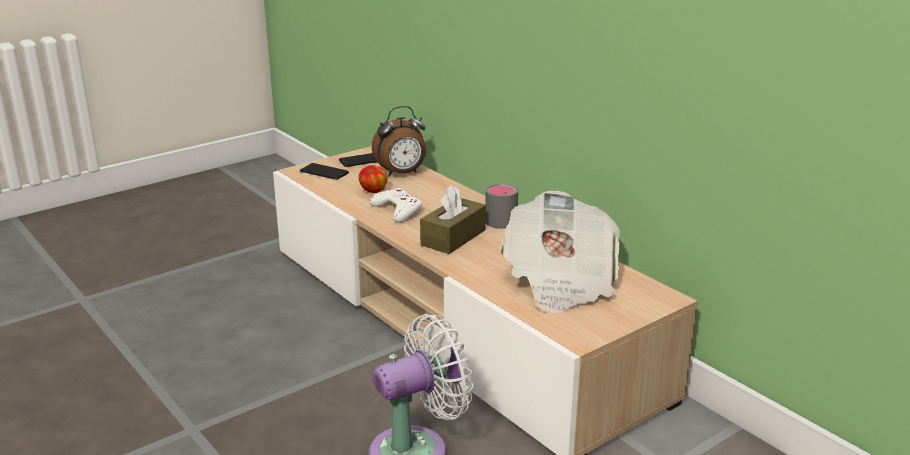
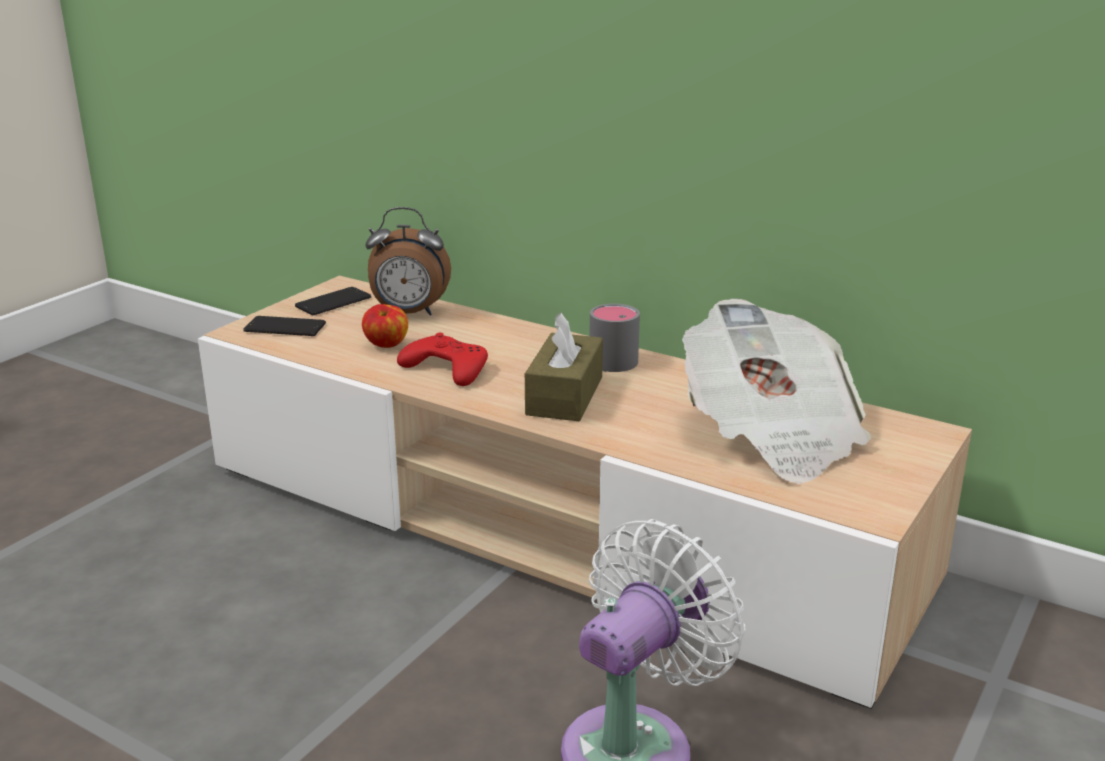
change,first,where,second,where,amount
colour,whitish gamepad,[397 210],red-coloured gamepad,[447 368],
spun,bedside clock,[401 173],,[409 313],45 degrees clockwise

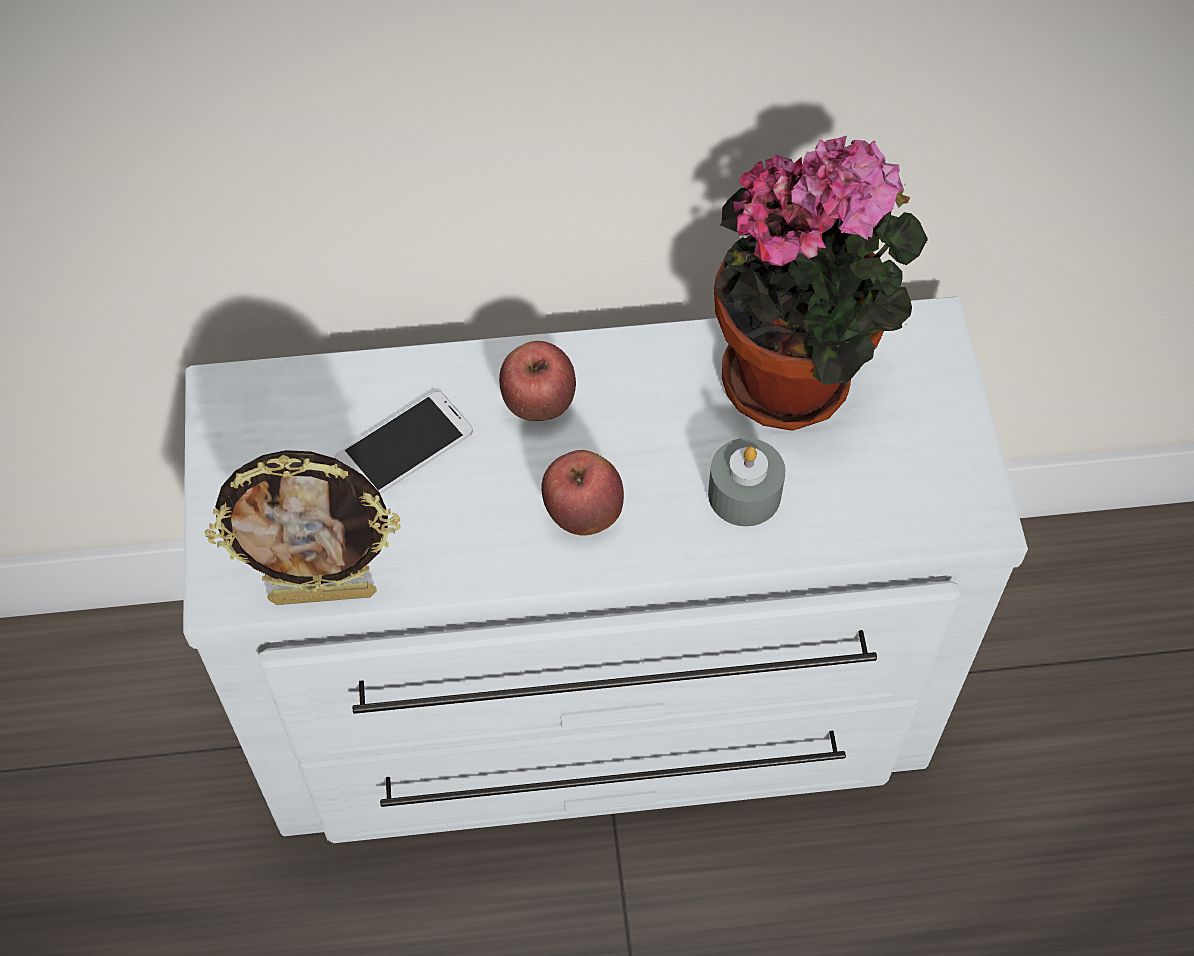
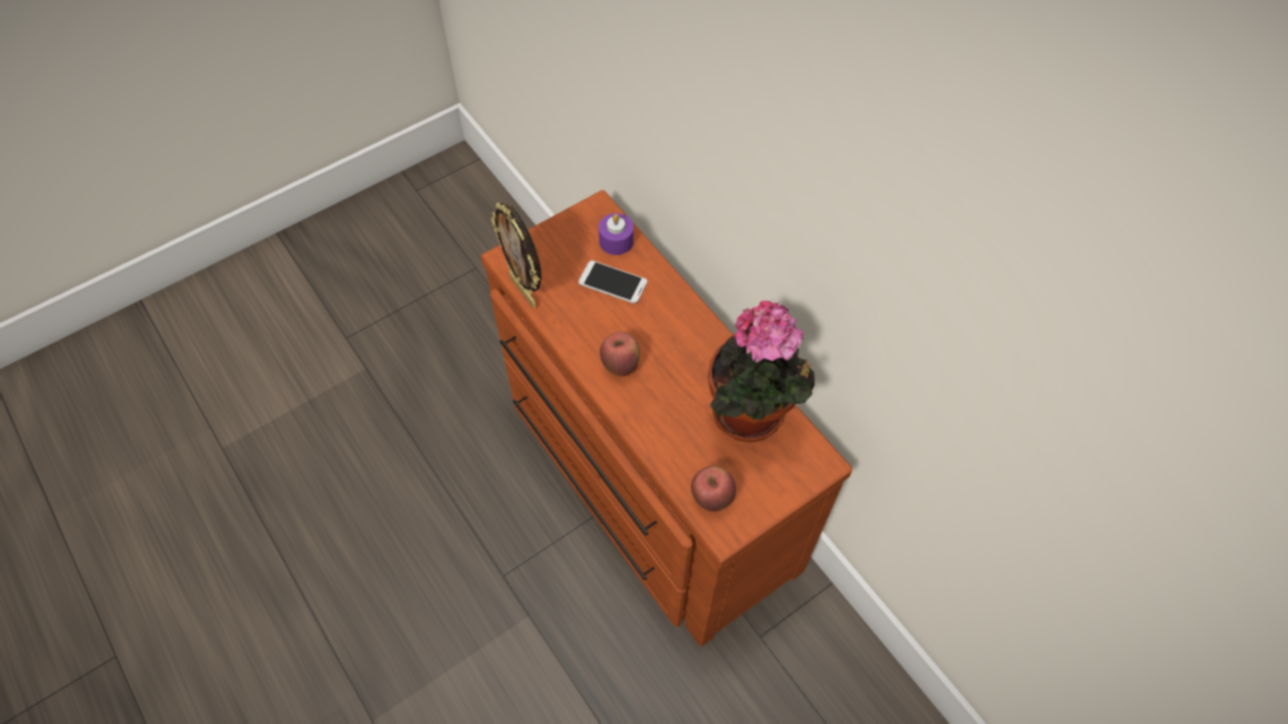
change,first,where,second,where,amount
missing,grey wax light,[744 494],,,
appeared,,,purple-coloured wax light,[616 241],
relocated,apple fruit,[539 405],,[711 498],
colour,whitish chest of drawers,[597 705],brown chest of drawers,[643 481],

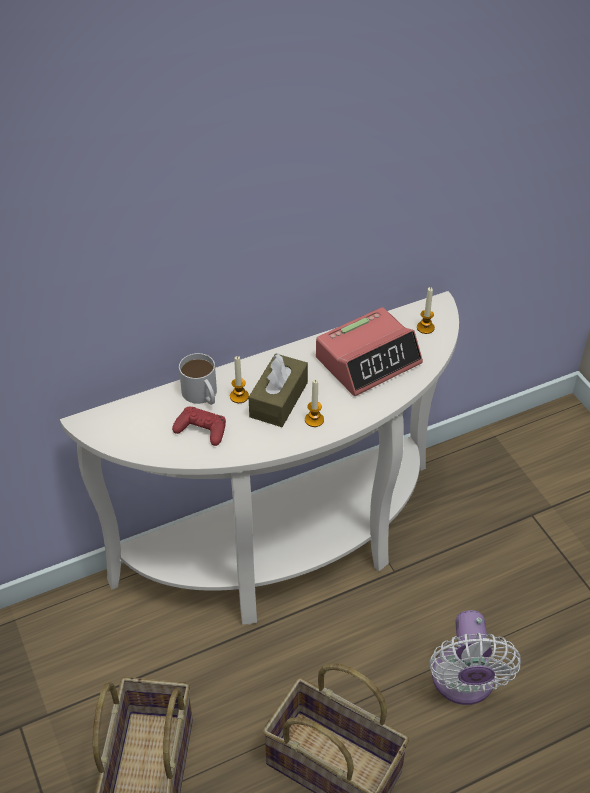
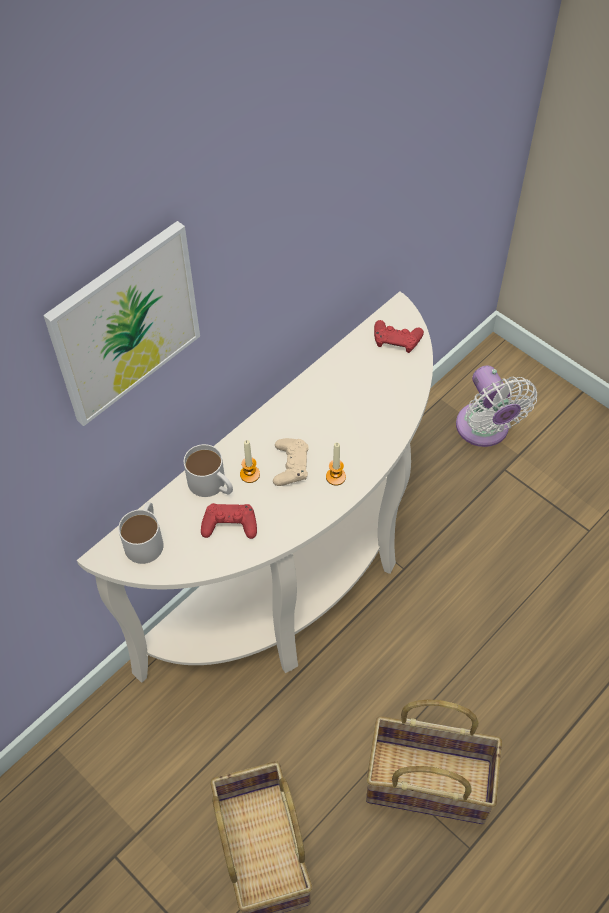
change,first,where,second,where,amount
missing,bedside clock,[368 360],,,
appeared,,,wall picture,[125 324],
appeared,,,whitish mug,[146 538],
relocated,whitish electric fan,[463 683],,[485 430],
exchanged,brown box of tissues,[278 400],sand-coloured gamepad,[291 465],
exchanged,wax light,[425 328],red-coloured gamepad,[396 340],

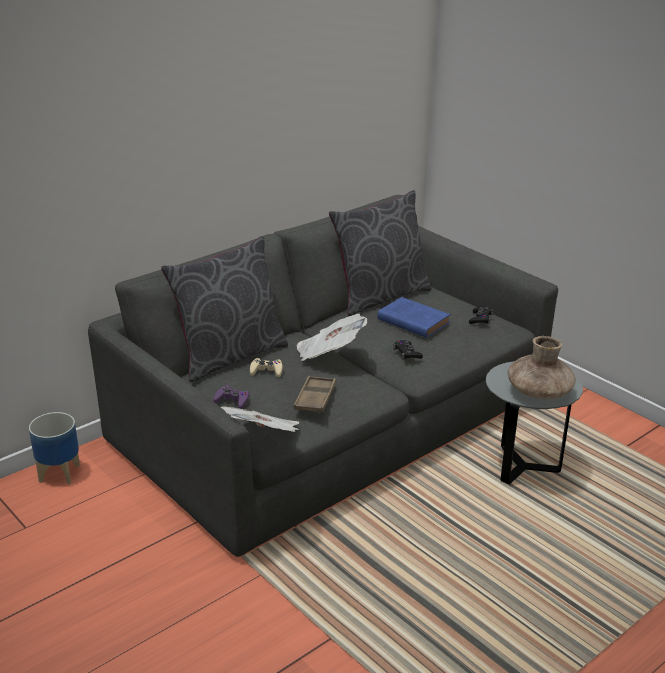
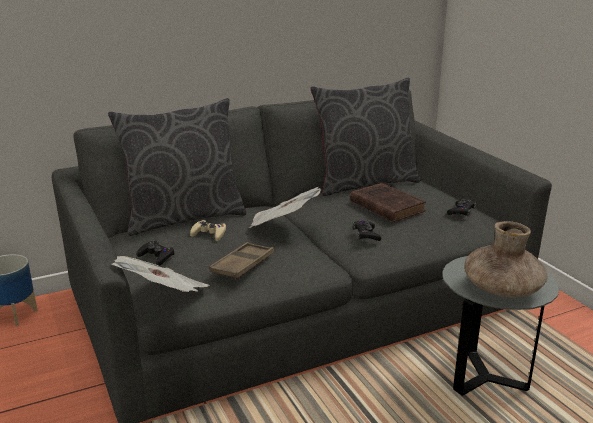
change,first,where,second,where,amount
colour,purple-coloured gamepad,[232 400],black gamepad,[156 256],
colour,bluish bound book,[411 321],brown bound book,[385 206],

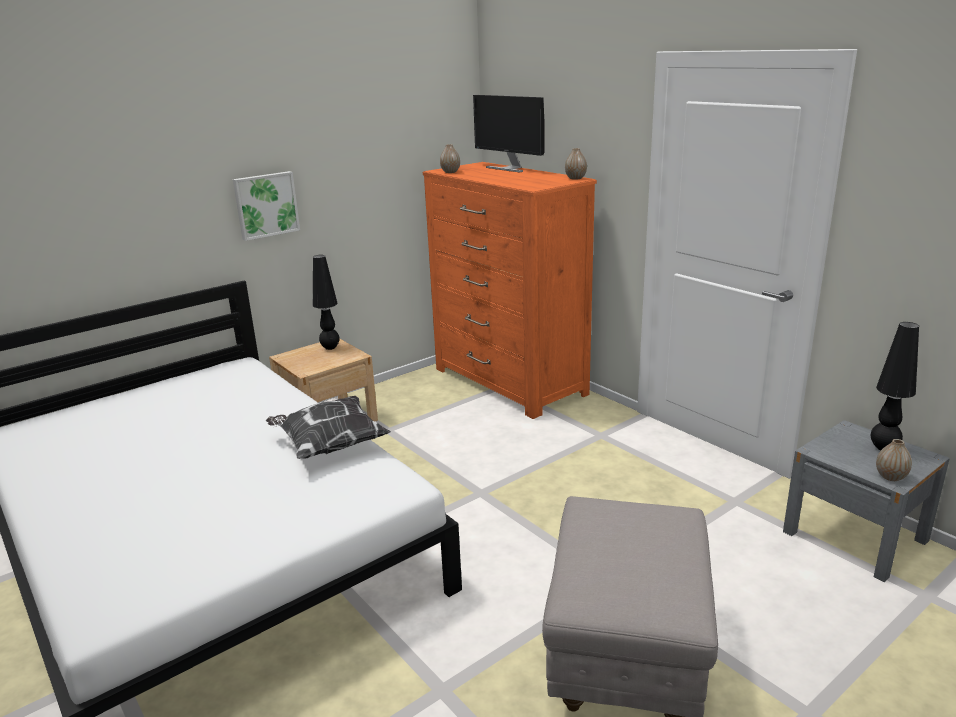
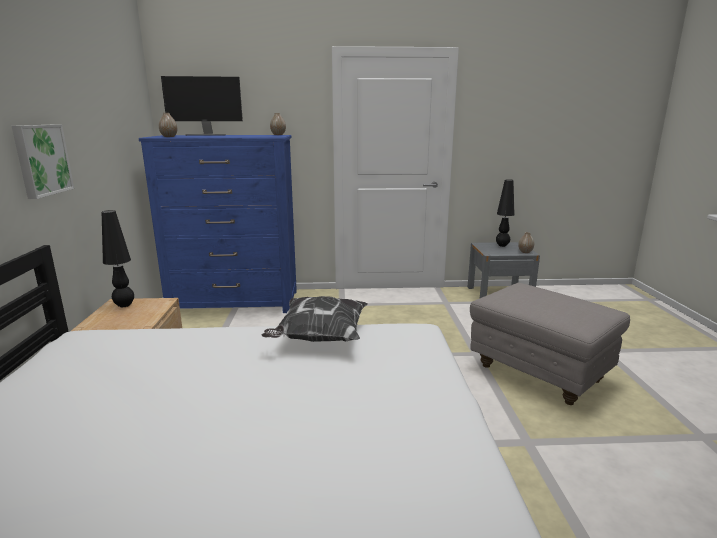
change,first,where,second,where,amount
colour,orange-coloured chest of drawers,[509 382],bluish chest of drawers,[235 302],

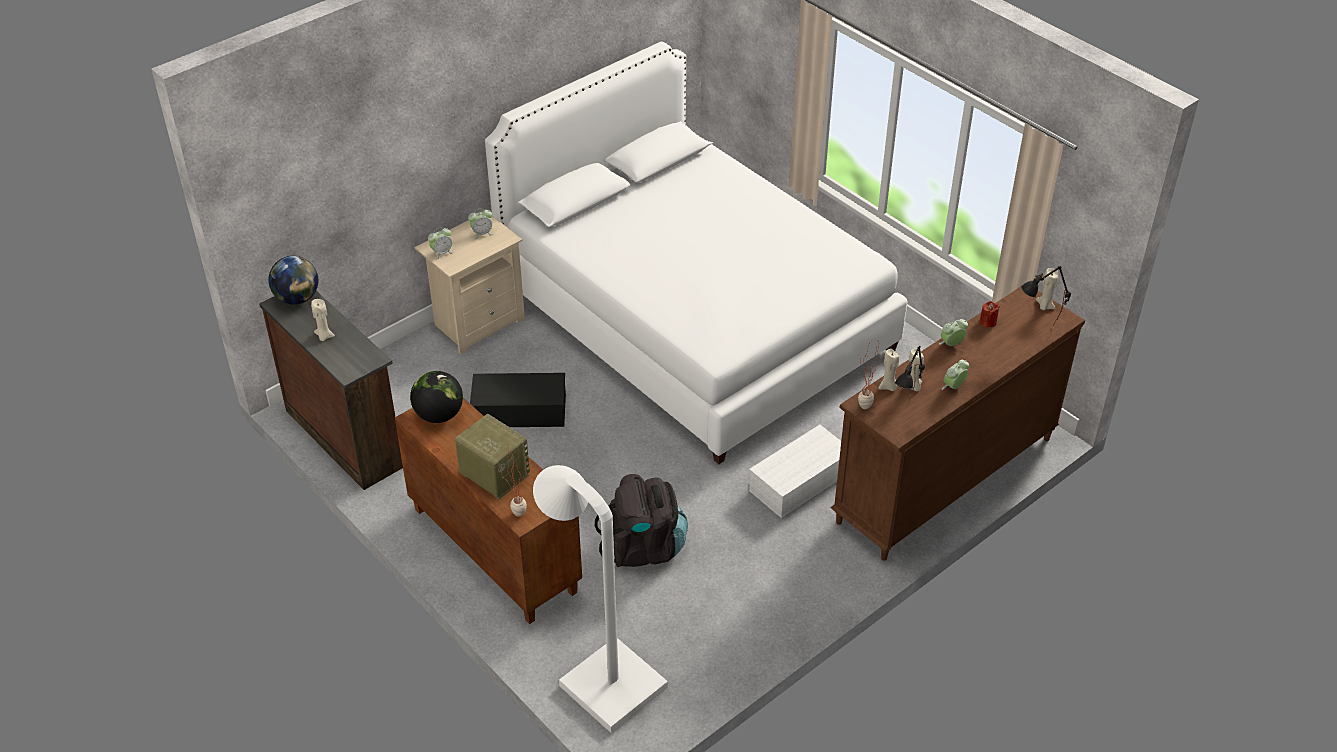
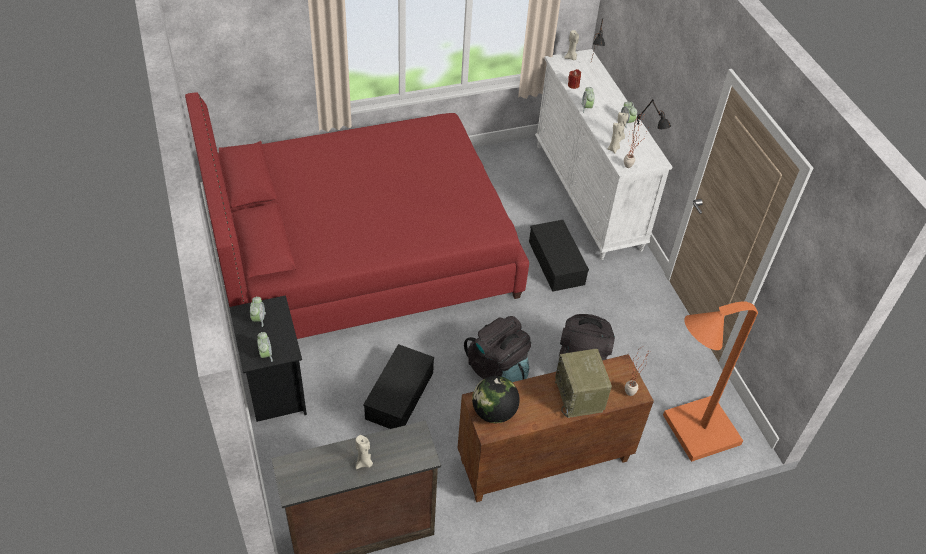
change,first,where,second,where,amount
missing,desk globe,[297 298],,,
appeared,,,black rucksack,[497 370],
colour,sand-coloured bedside table,[477 322],black bedside table,[274 390],
colour,whitish sleeping bed,[695 319],red-coloured sleeping bed,[362 255],
colour,whitish standing lamp,[602 677],orange-coloured standing lamp,[691 433],
colour,whitish storage bin,[799 483],black storage bin,[557 263],
colour,brown chest of drawers,[944 480],whitish chest of drawers,[587 196],
spun,radio,[493 474],,[580 396],75 degrees counterclockwise

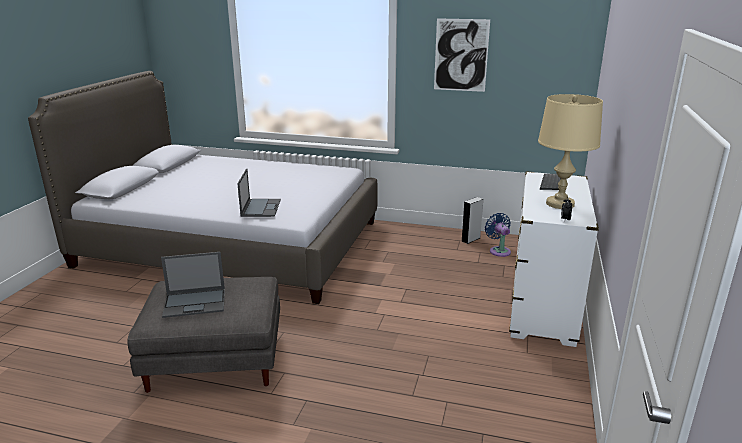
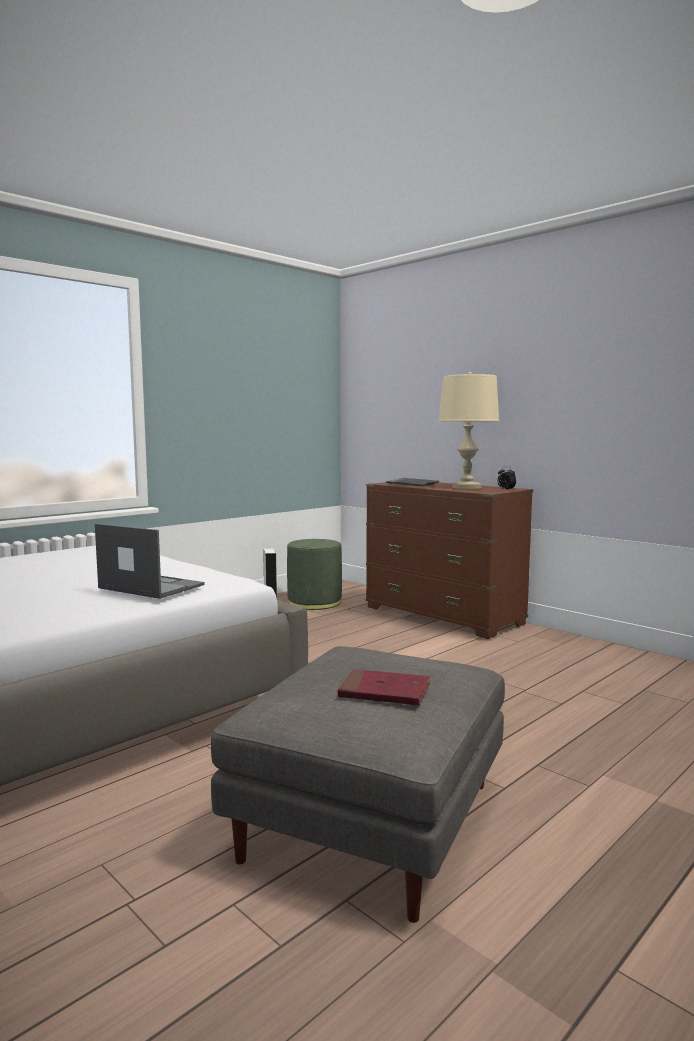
change,first,where,second,where,amount
missing,wall picture,[461 55],,,
exchanged,laptop,[195 303],red-coloured bound book,[384 692],
exchanged,bluish electric fan,[498 250],green-coloured pouffe,[314 602],
colour,whitish chest of drawers,[542 306],brown chest of drawers,[443 616],

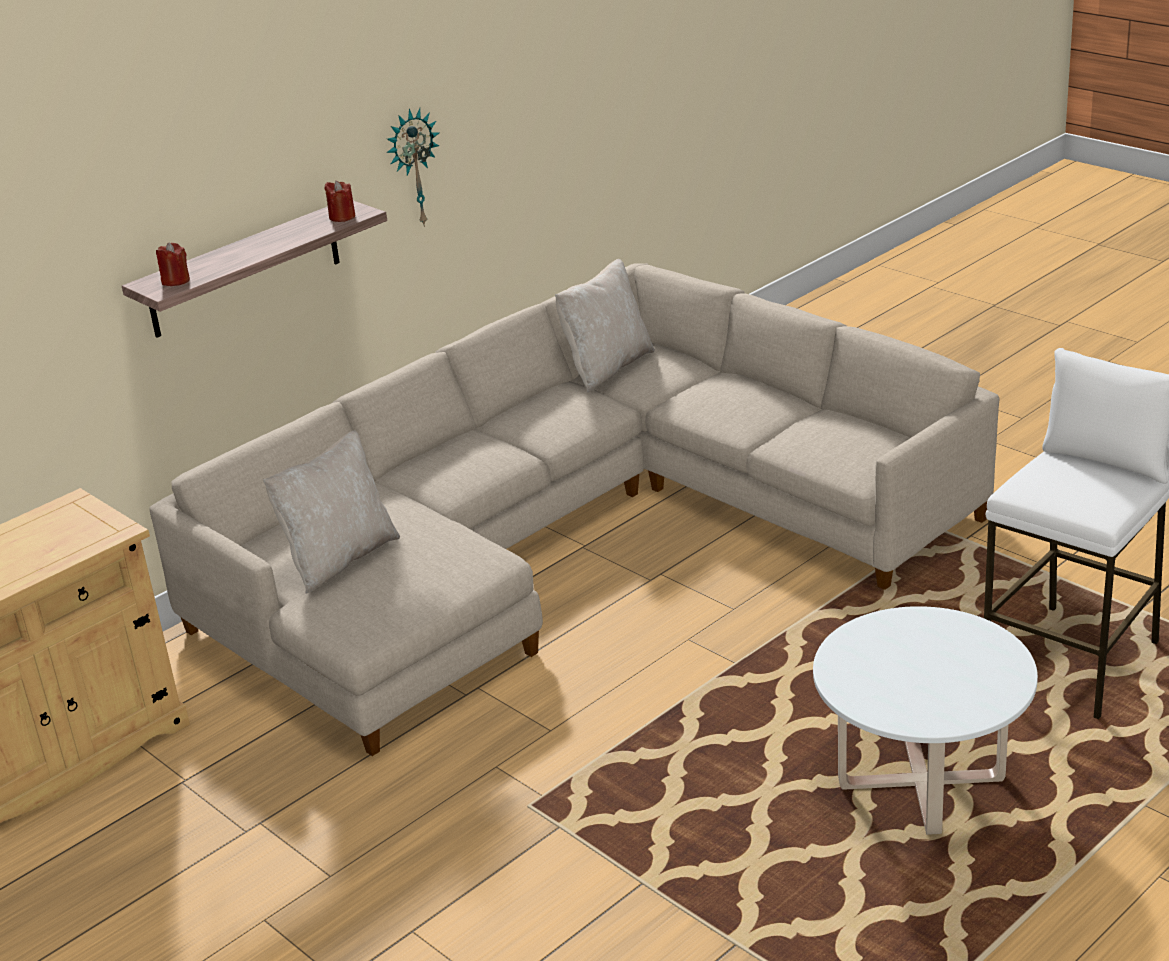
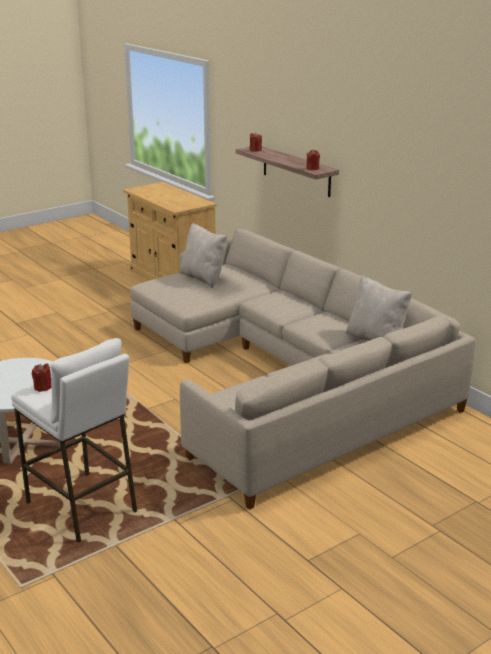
change,first,where,second,where,amount
missing,wall clock,[413 167],,,
appeared,,,red-coloured wax light,[43 387],

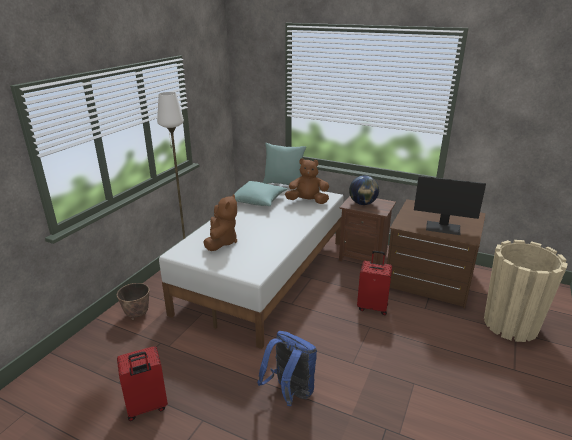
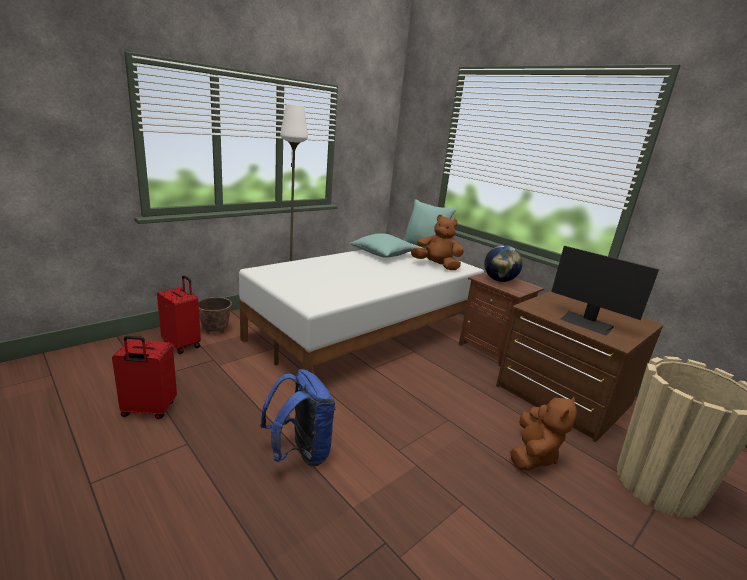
change,first,where,second,where,amount
relocated,brown soft toy,[221 242],,[533 455],
relocated,red-coloured piece of luggage,[372 307],,[182 344],

